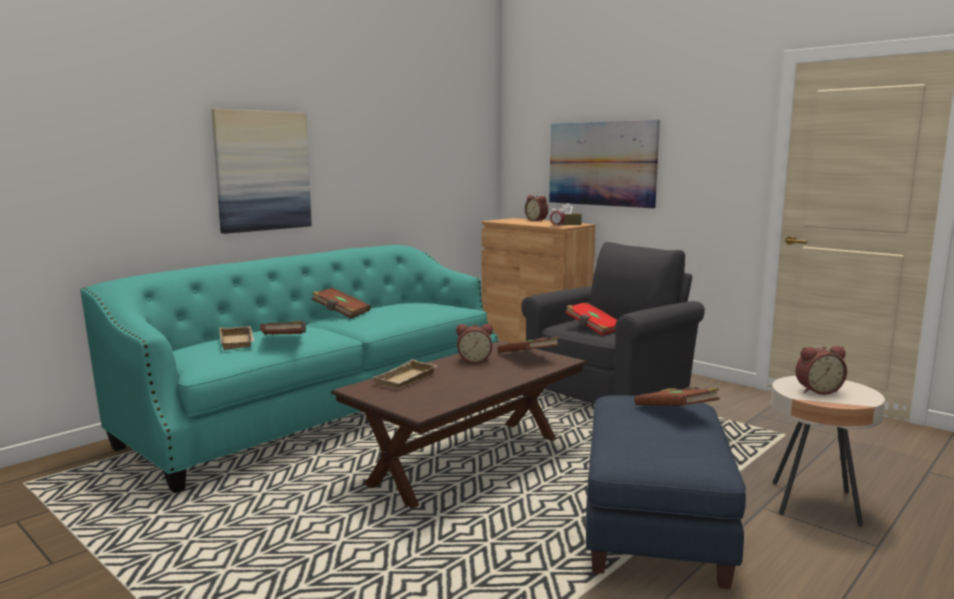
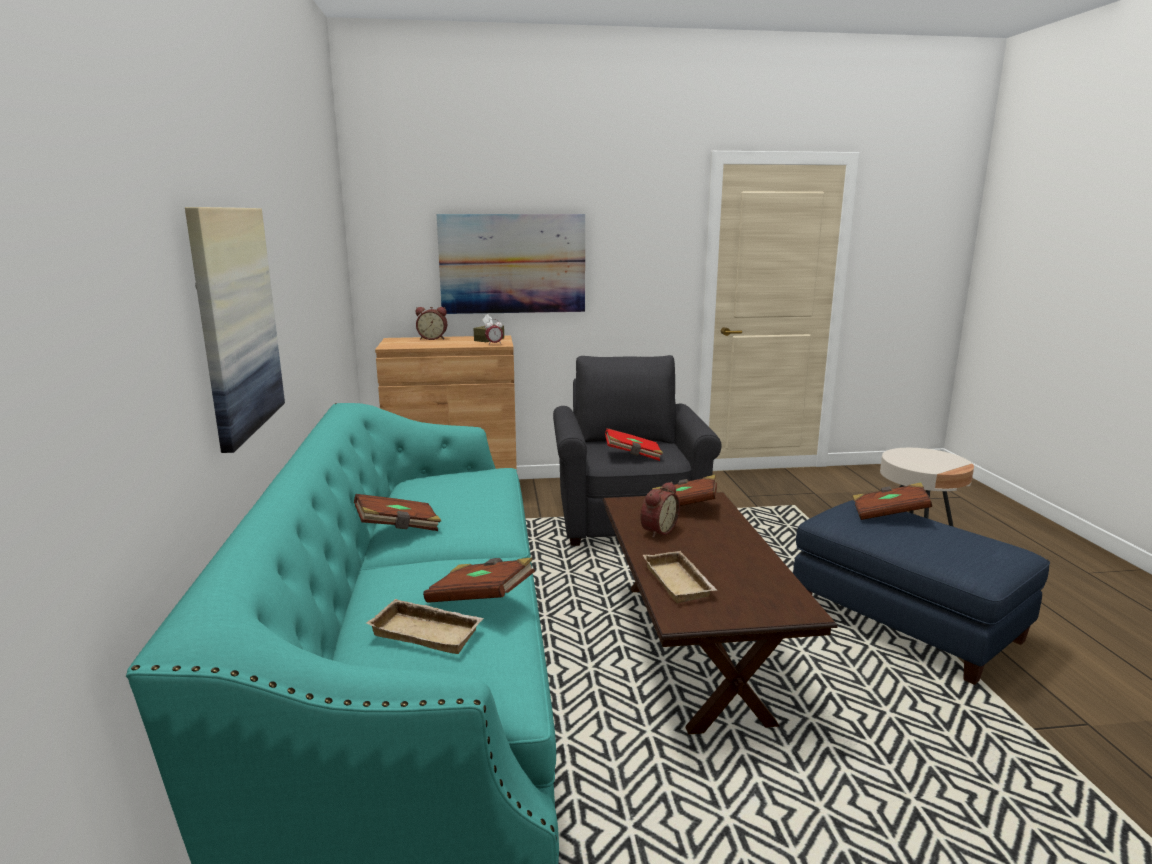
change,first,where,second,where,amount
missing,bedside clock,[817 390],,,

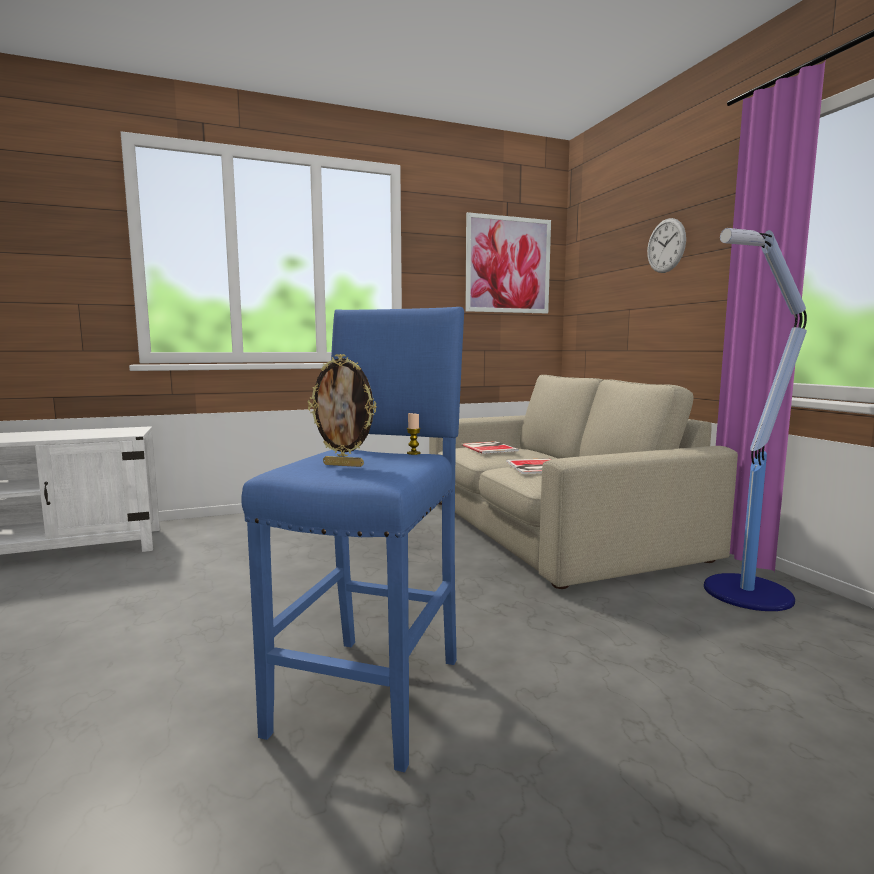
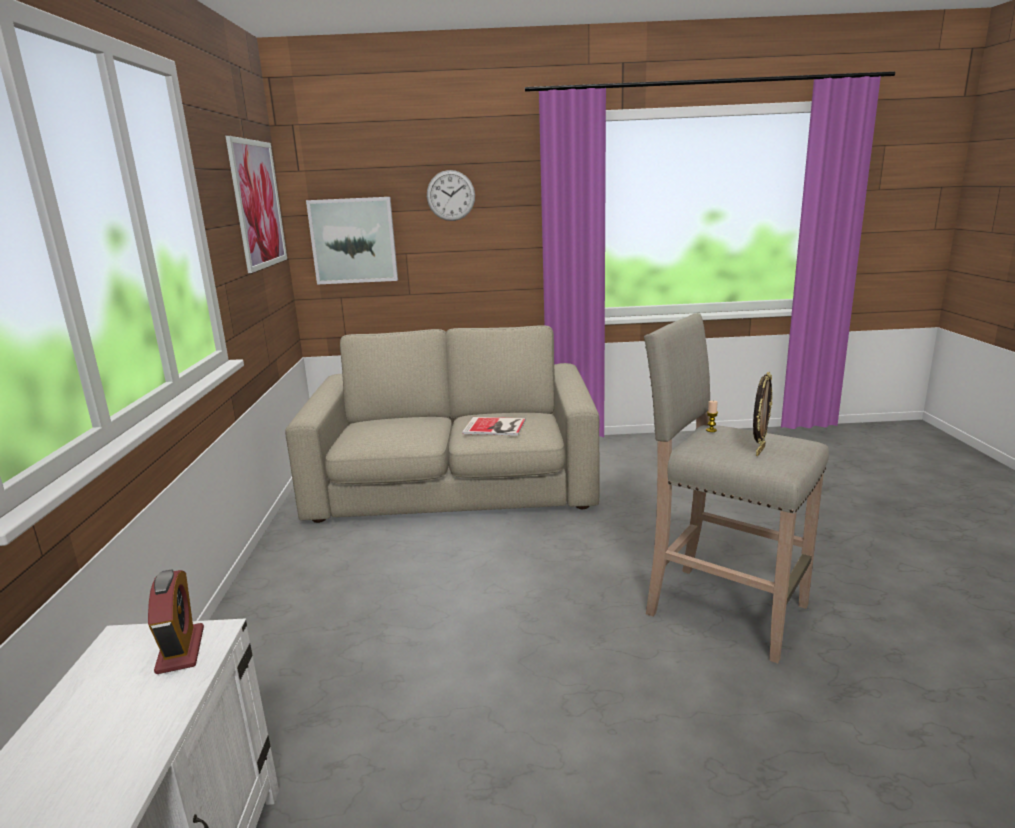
change,first,where,second,where,amount
missing,bound book,[489 447],,,
missing,standing lamp,[745 593],,,
appeared,,,bedside clock,[180 650],
appeared,,,wall picture,[353 240],
colour,bluish stool,[372 692],sand-coloured stool,[722 608],

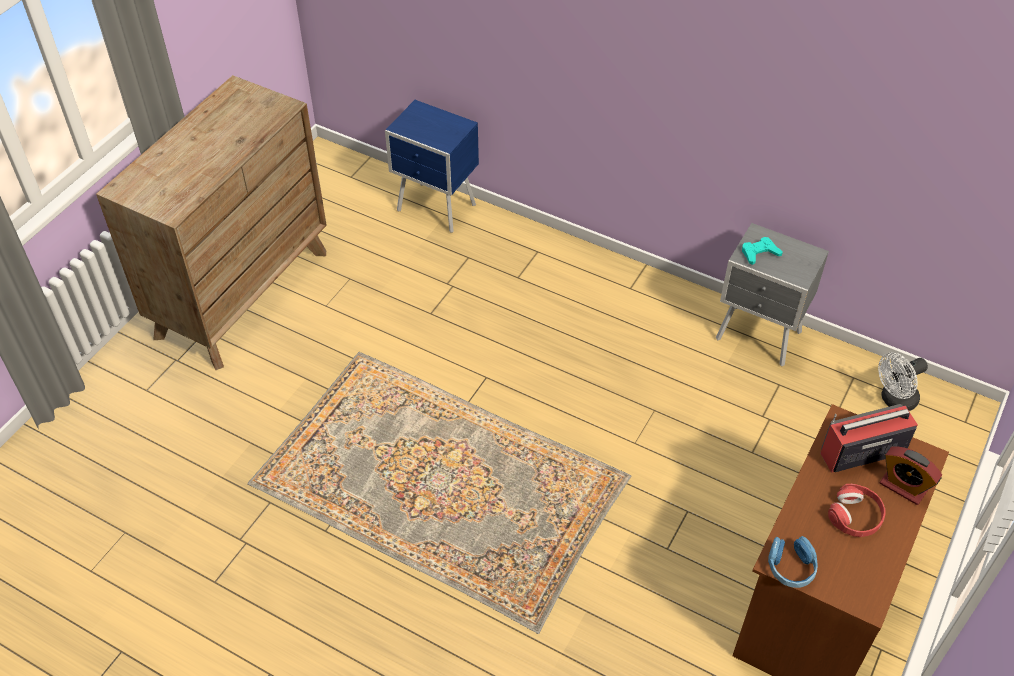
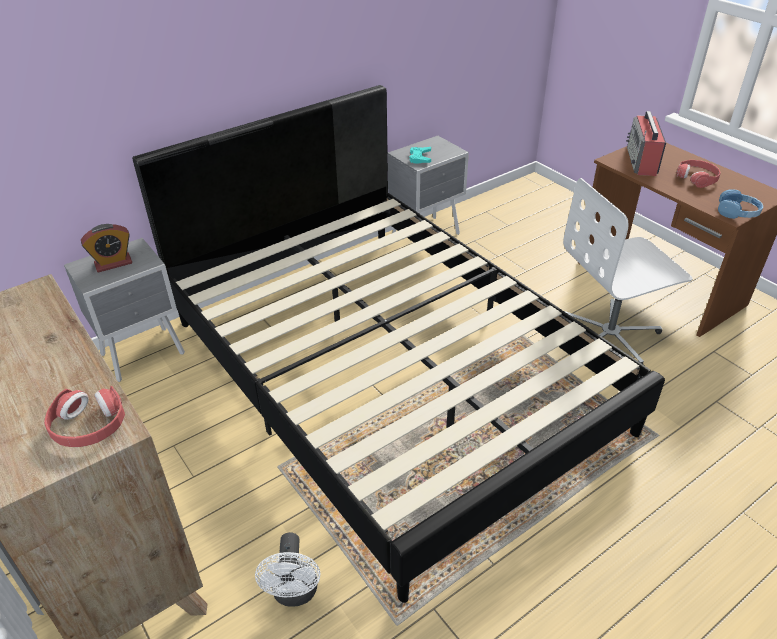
change,first,where,second,where,amount
appeared,,,red-coloured headphones,[89 425],
appeared,,,black sleeping bed,[389 373],
appeared,,,whitish office chair,[610 335],
relocated,whitish electric fan,[894 400],,[295 594],
relocated,bedside clock,[903 487],,[113 263],
colour,bluish bedside table,[437 209],grey bedside table,[145 354],

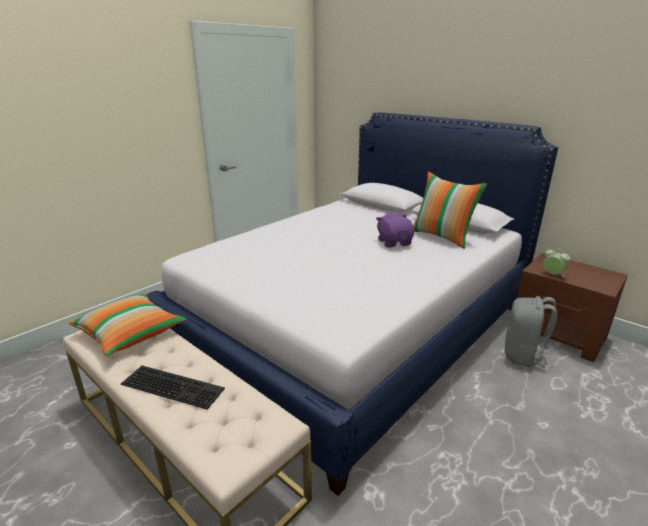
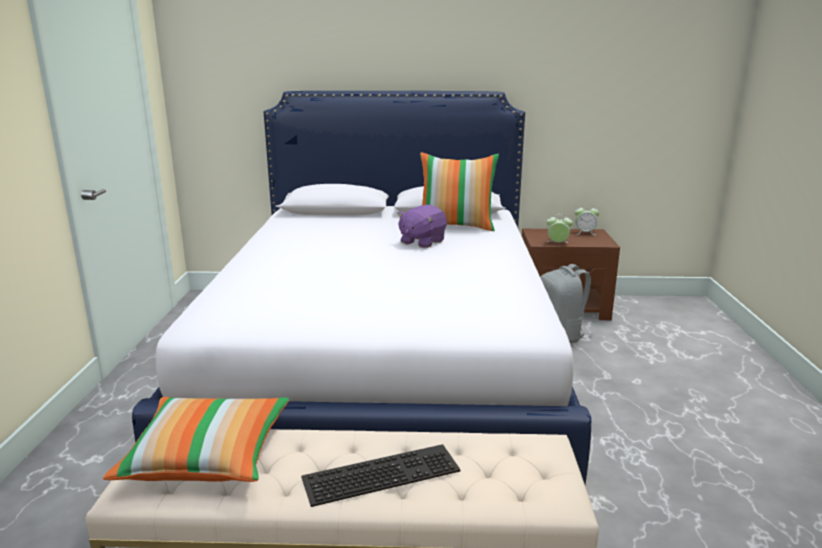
change,first,where,second,where,amount
appeared,,,bedside clock,[585 233],
spun,purple-coloured soft toy,[394 242],,[422 242],90 degrees counterclockwise

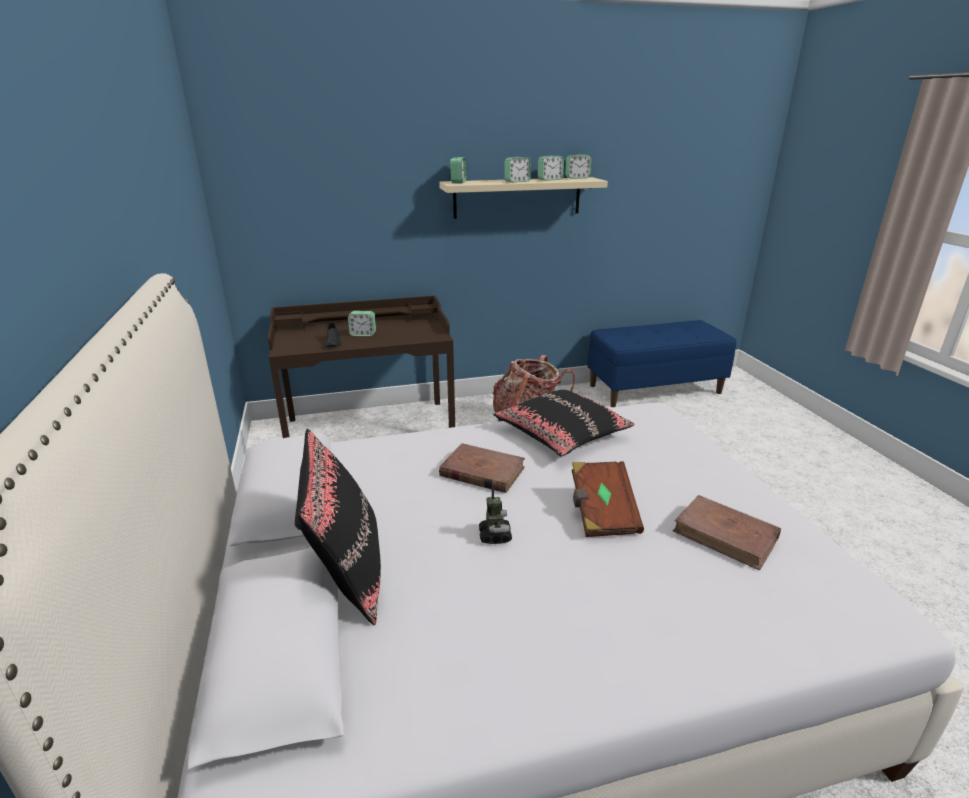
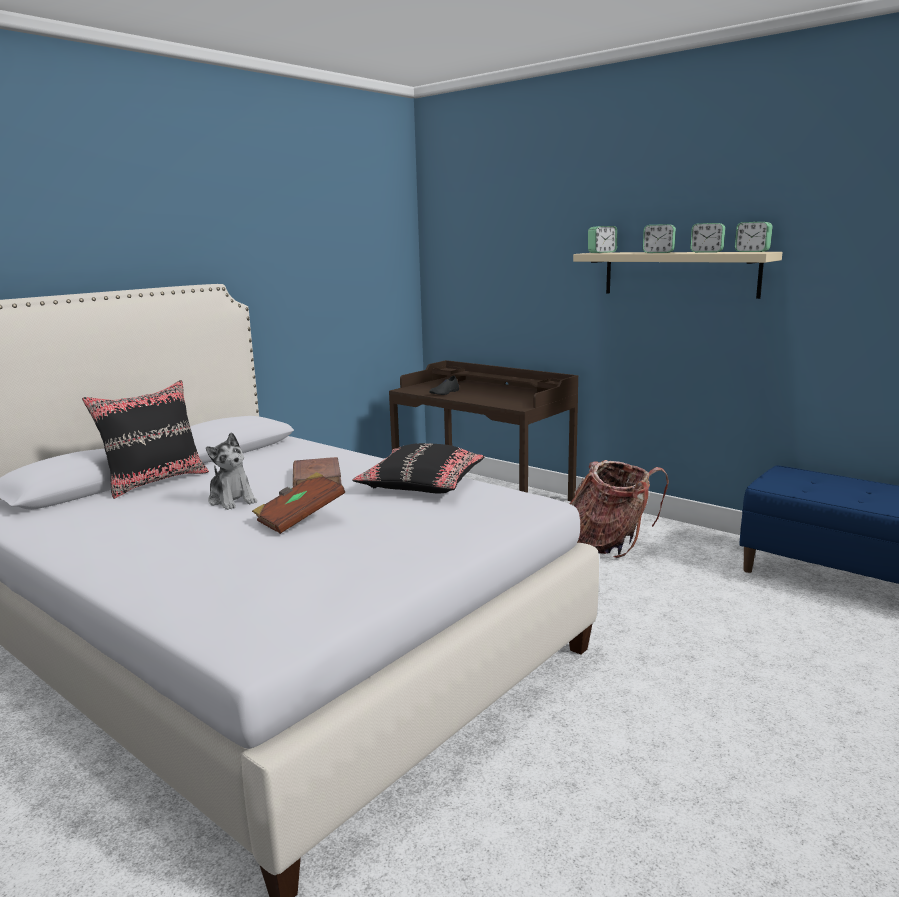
change,first,where,second,where,amount
missing,bedside clock,[363 334],,,
missing,brown bound book,[725 535],,,
exchanged,model robot,[495 536],soft toy,[232 500],

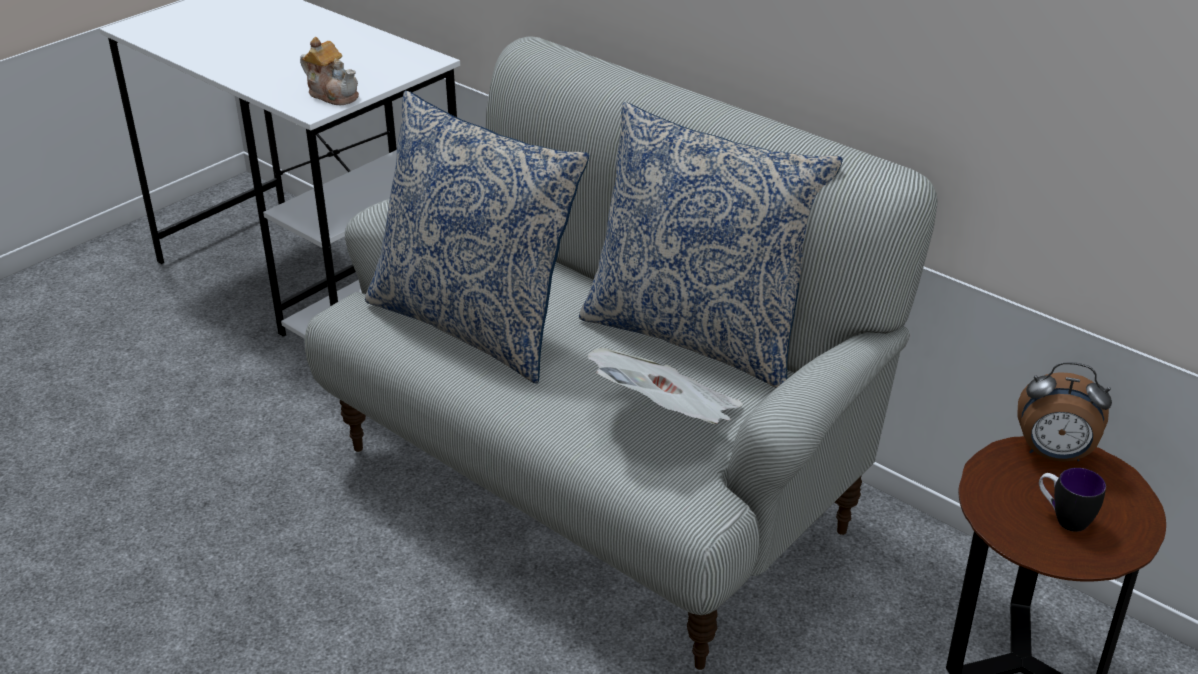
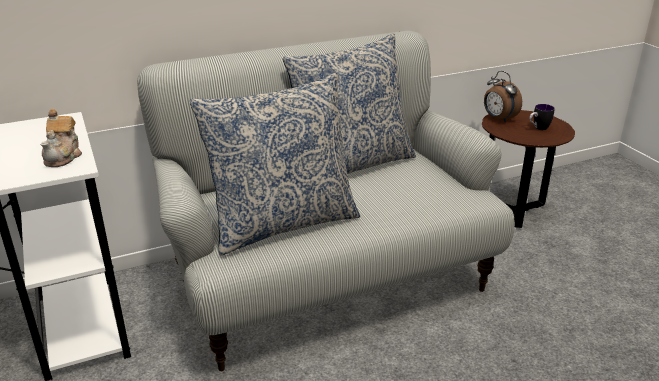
change,first,where,second,where,amount
missing,newspaper,[667 418],,,
spun,teapot,[333 94],,[64 156],120 degrees clockwise
spun,bedside clock,[1054 455],,[498 119],105 degrees clockwise

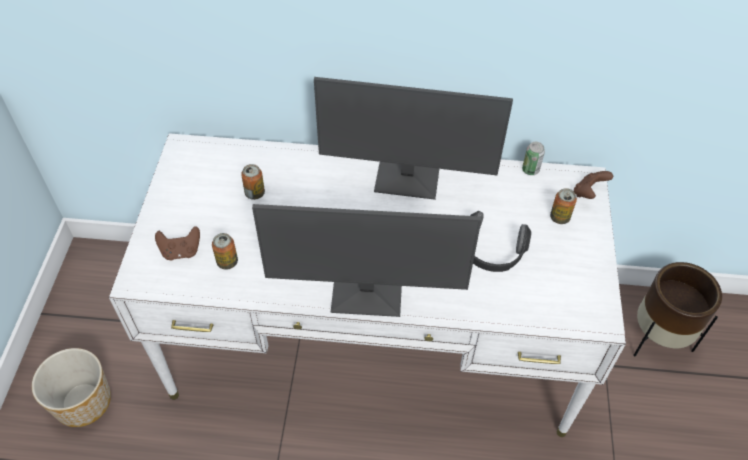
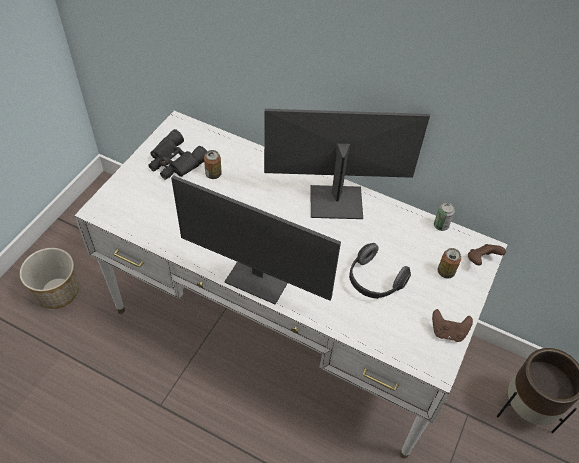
change,first,where,second,where,amount
missing,metal can,[227 262],,,
appeared,,,black pair of binoculars,[175 162],
relocated,brown gamepad,[181 251],,[448 332],
spun,computer display,[407 179],,[335 200],150 degrees clockwise

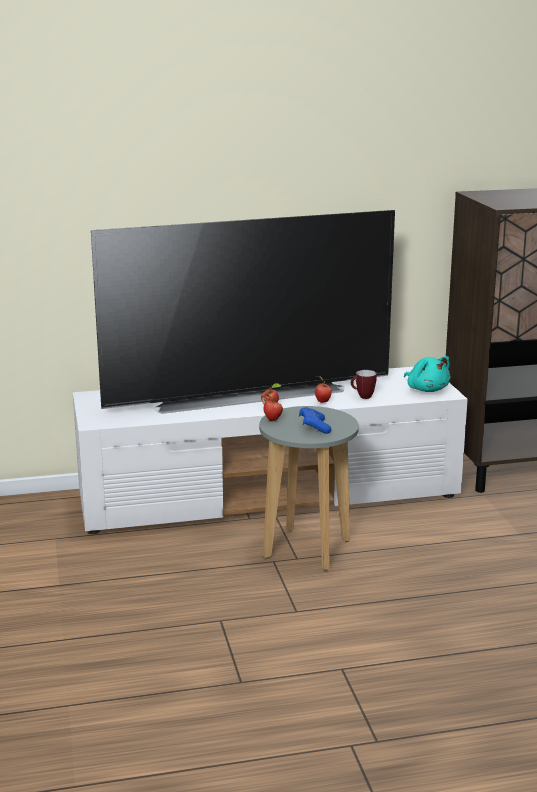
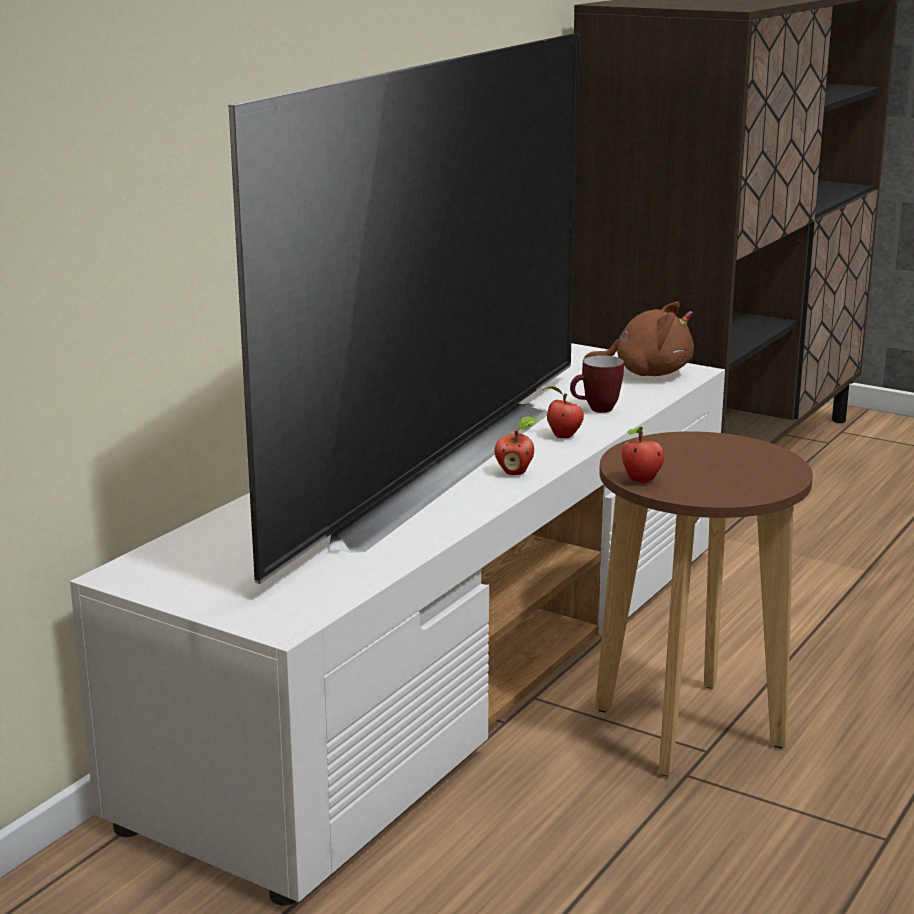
change,first,where,second,where,amount
missing,bluish gamepad,[314 427],,,
colour,grey stool,[307 549],brown stool,[688 727],
colour,blue-green soft toy,[426 389],brown soft toy,[646 373],

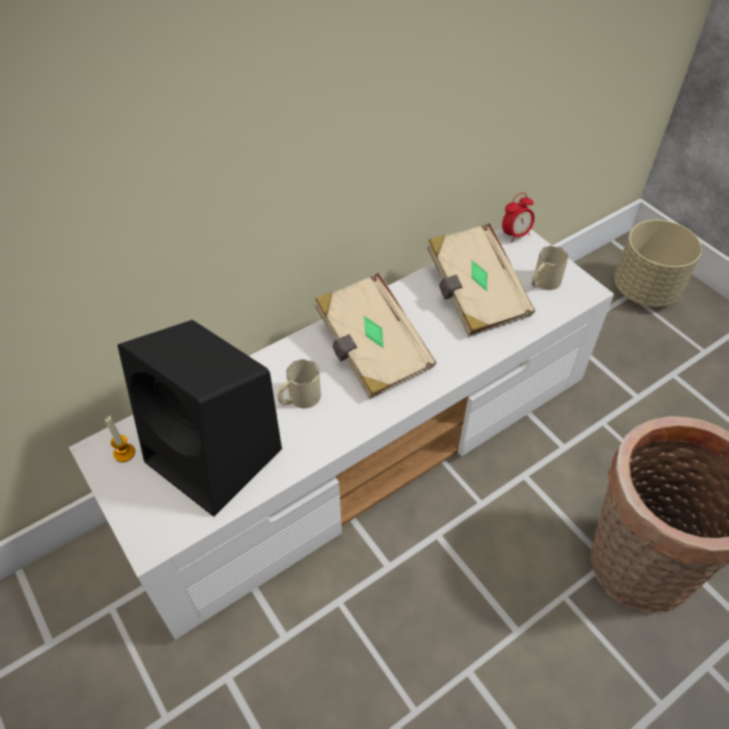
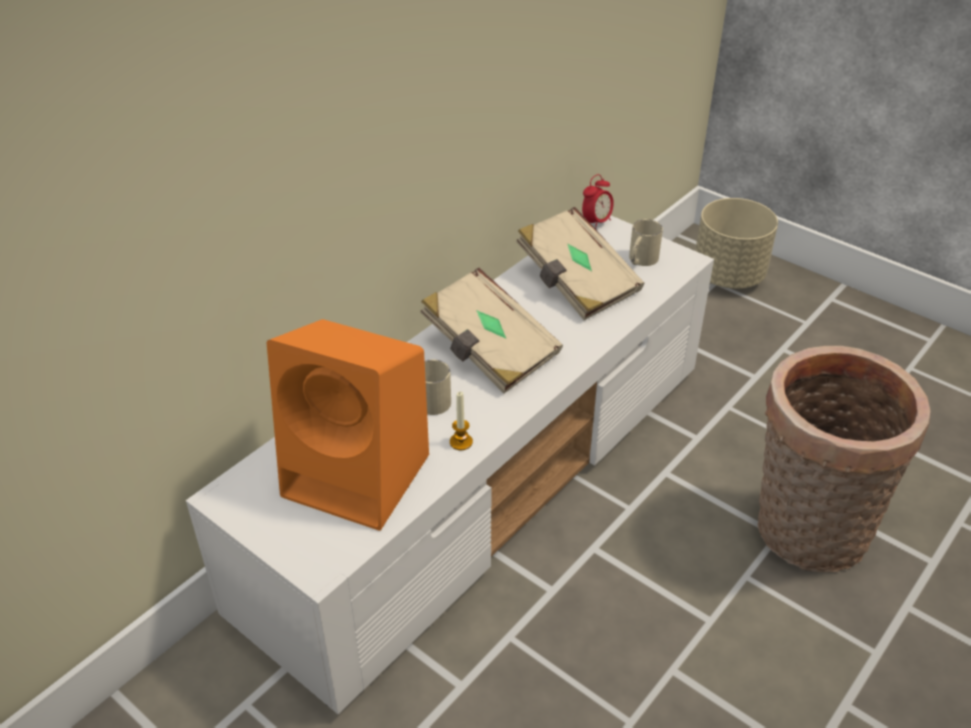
change,first,where,second,where,amount
relocated,wax light,[124 453],,[461 442],
colour,black speaker,[217 456],orange-coloured speaker,[360 476],

